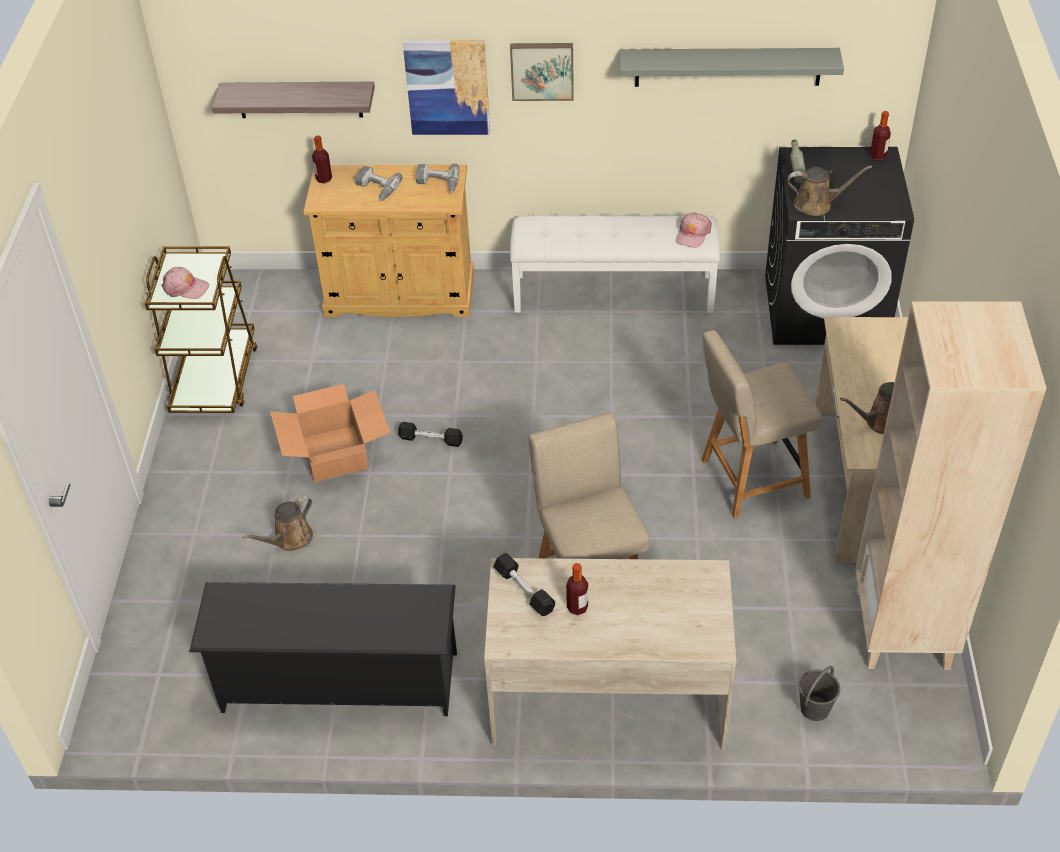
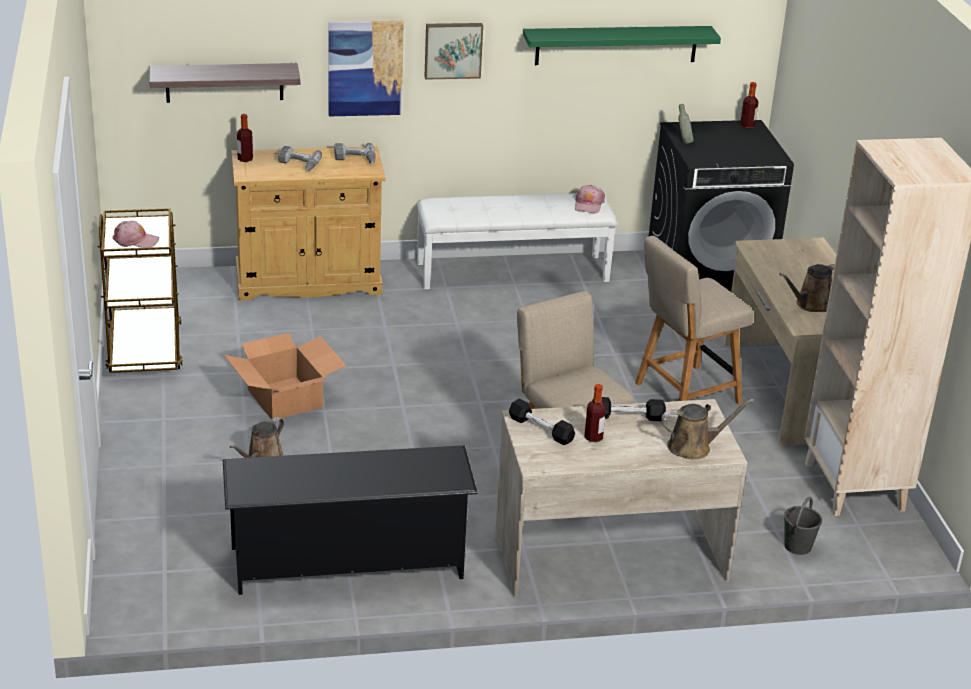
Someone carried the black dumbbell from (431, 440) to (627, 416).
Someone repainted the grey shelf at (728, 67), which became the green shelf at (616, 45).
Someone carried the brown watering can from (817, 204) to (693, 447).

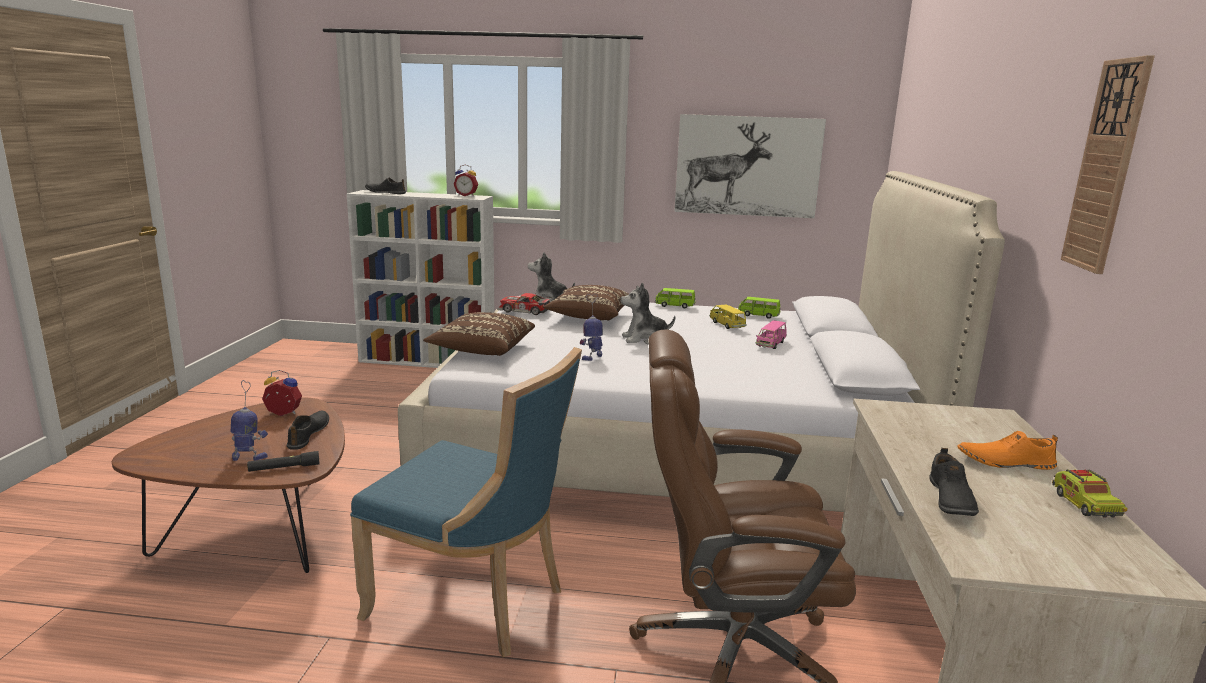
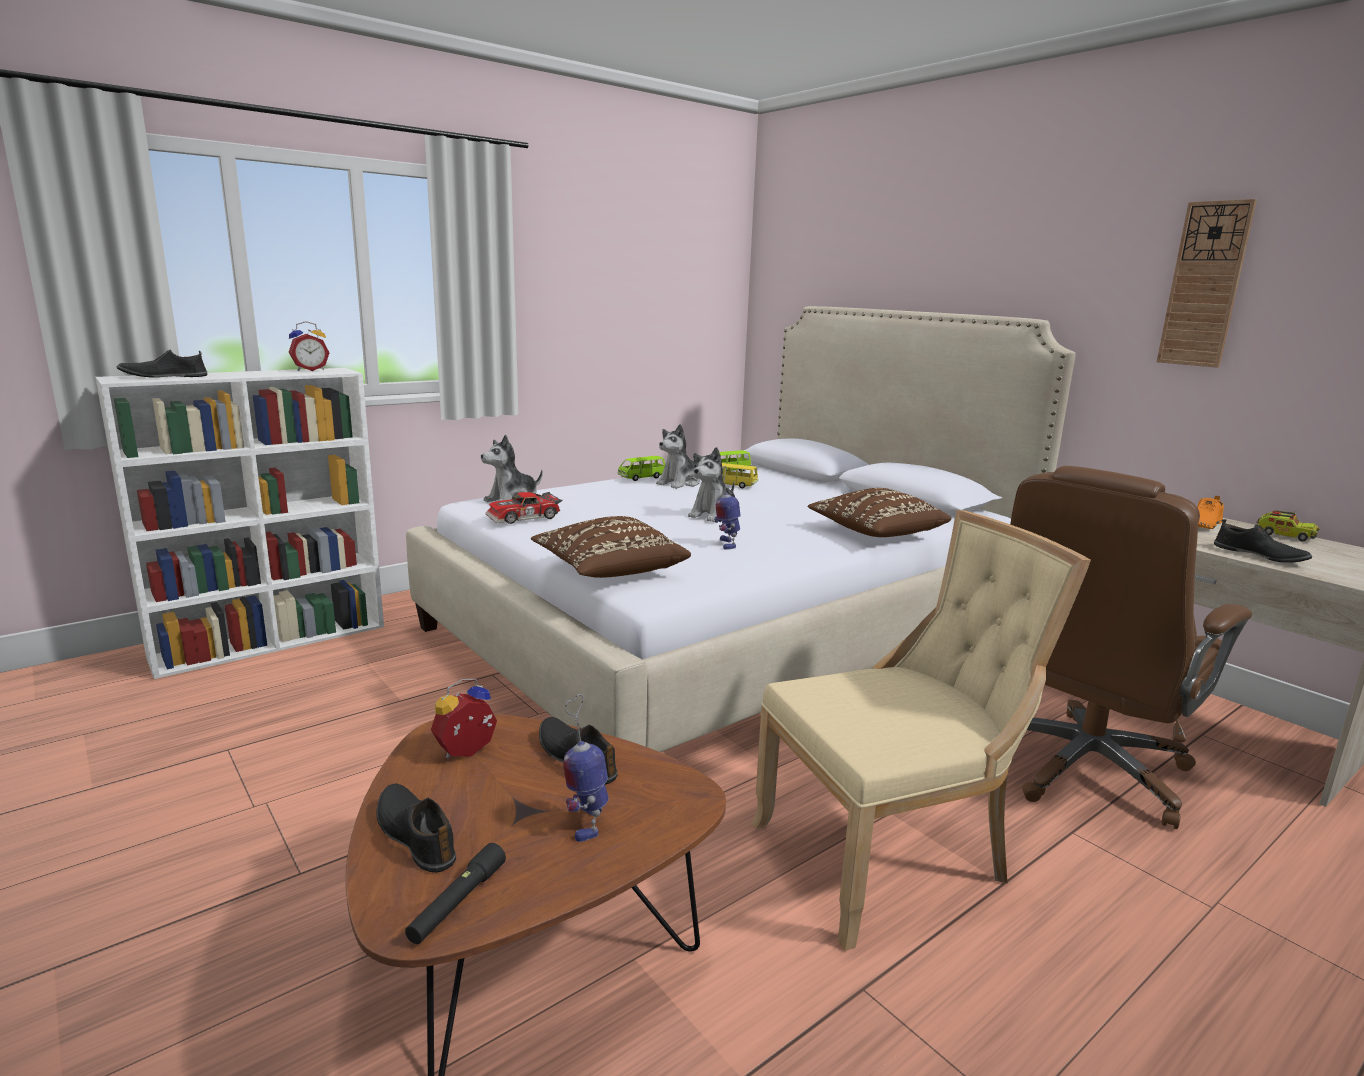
Someone rotated the toy robot at (249, 457) by 45 degrees counterclockwise.
Someone carried the black flashlight from (284, 468) to (457, 902).
Someone repainted the blue chair at (474, 602), which became the beige chair at (889, 856).
Someone carried the brown pillow from (588, 316) to (876, 533).
Someone took away the picture at (747, 166).
Someone took away the pink toy car at (770, 344).
Someone put down the black shoe at (416, 834).
Someone put down the plush toy at (680, 483).

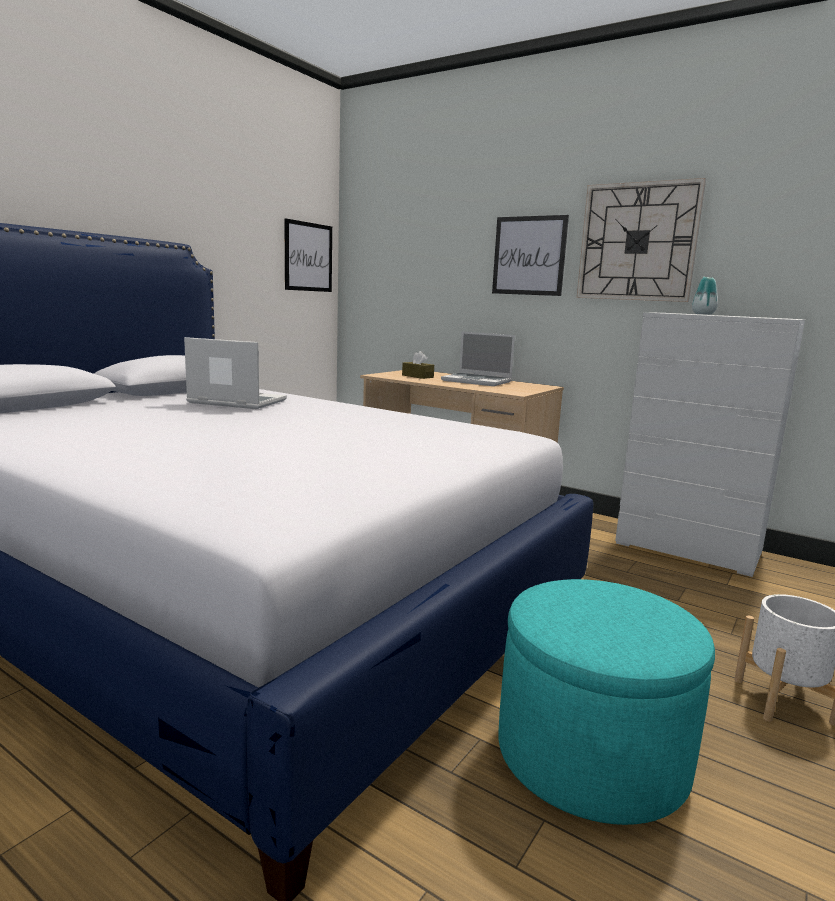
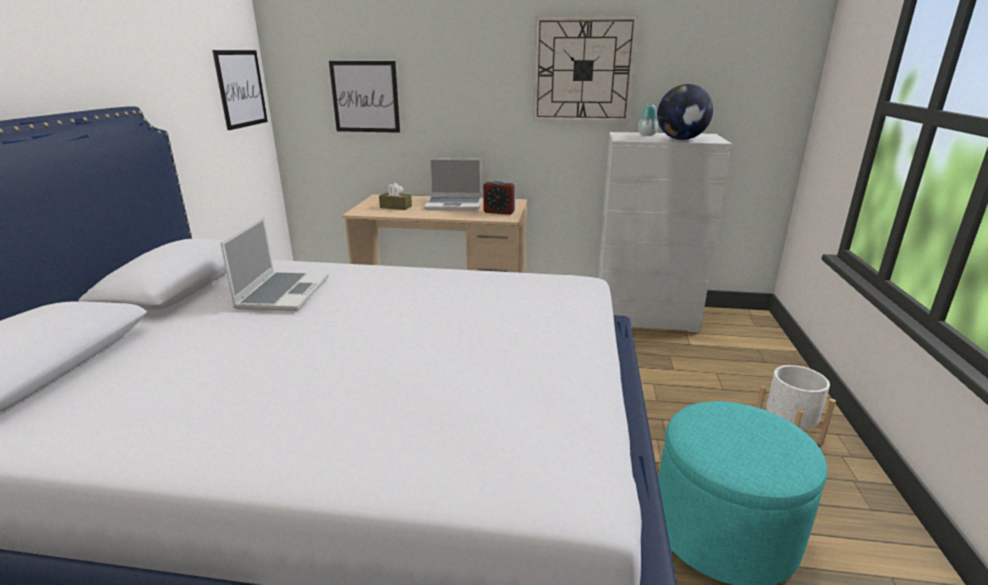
Someone rotated the laptop at (235, 402) by 105 degrees clockwise.
Someone carried the picture from (529, 256) to (365, 97).
Someone put down the alarm clock at (499, 212).
Someone put down the globe at (681, 139).

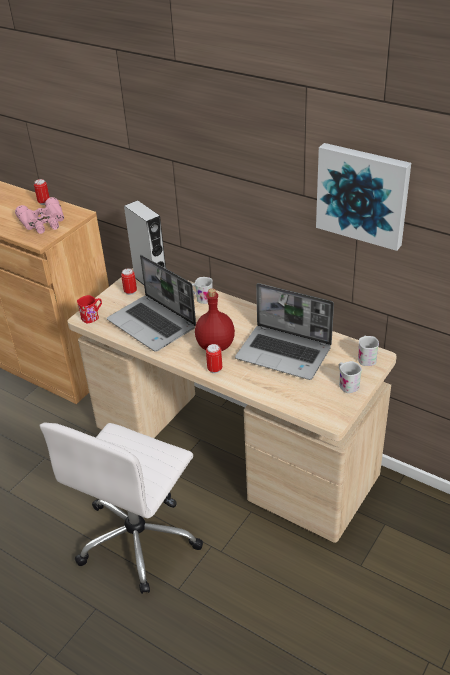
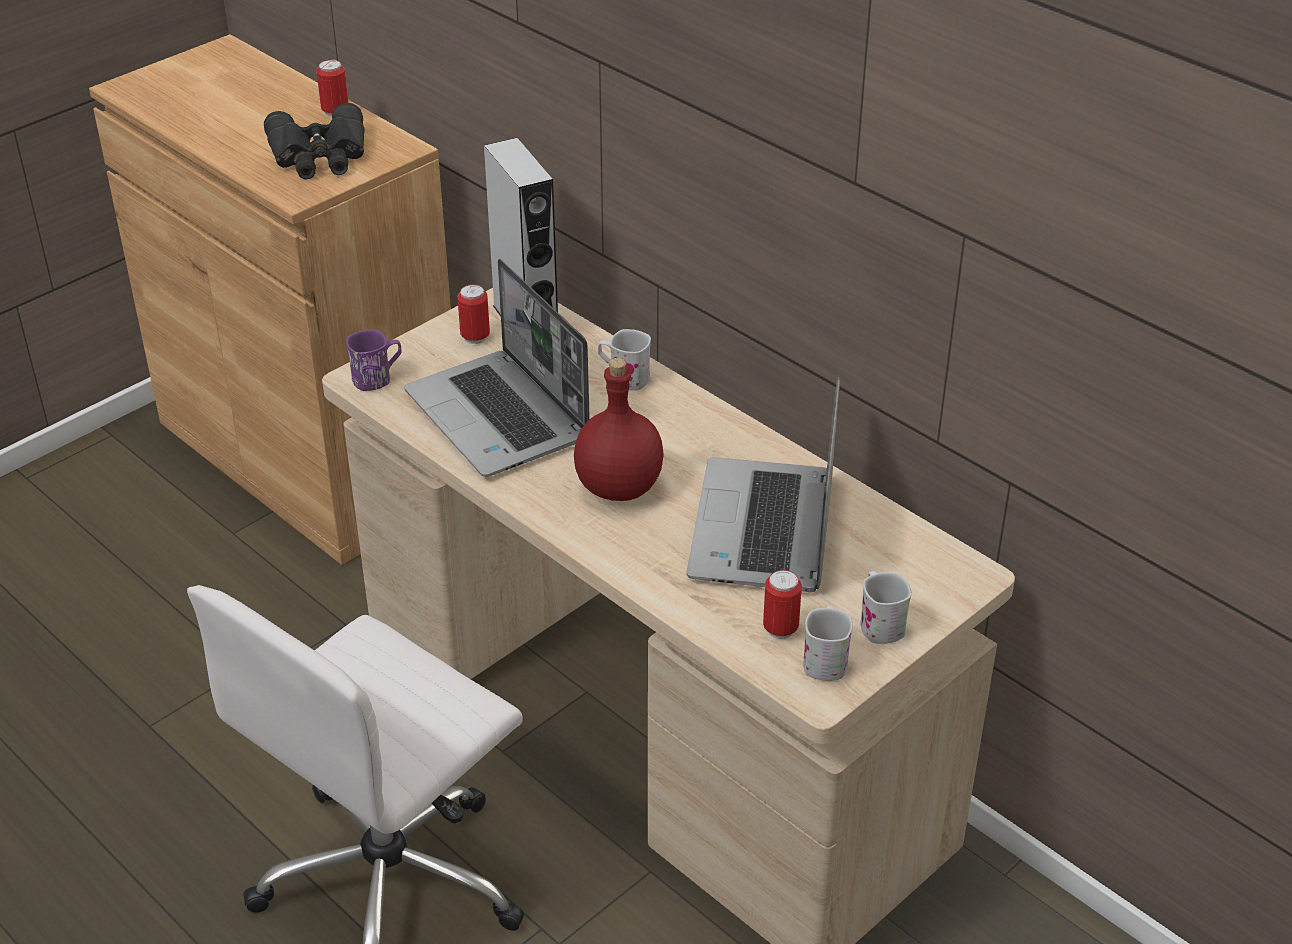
Someone repainted the pink binoculars at (43, 222), which became the black binoculars at (319, 156).
Someone repainted the red mug at (92, 316), which became the purple mug at (378, 378).
Someone carried the can from (214, 369) to (780, 629).
Someone rotated the laptop at (285, 353) by 60 degrees clockwise.
Someone took away the picture at (363, 194).
Someone carried the white mug from (366, 357) to (825, 659).

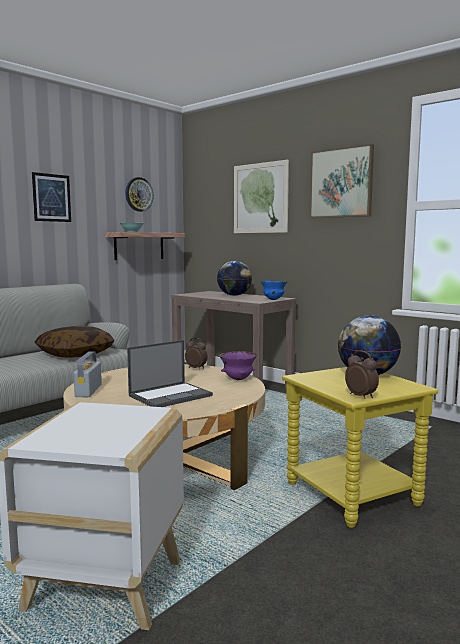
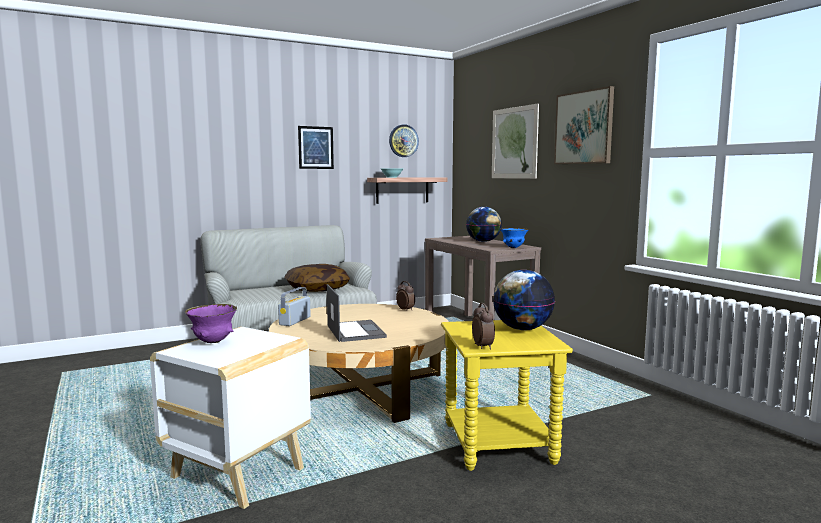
Someone rotated the laptop at (171, 395) by 90 degrees counterclockwise.
Someone carried the purple bowl from (238, 379) to (213, 342).

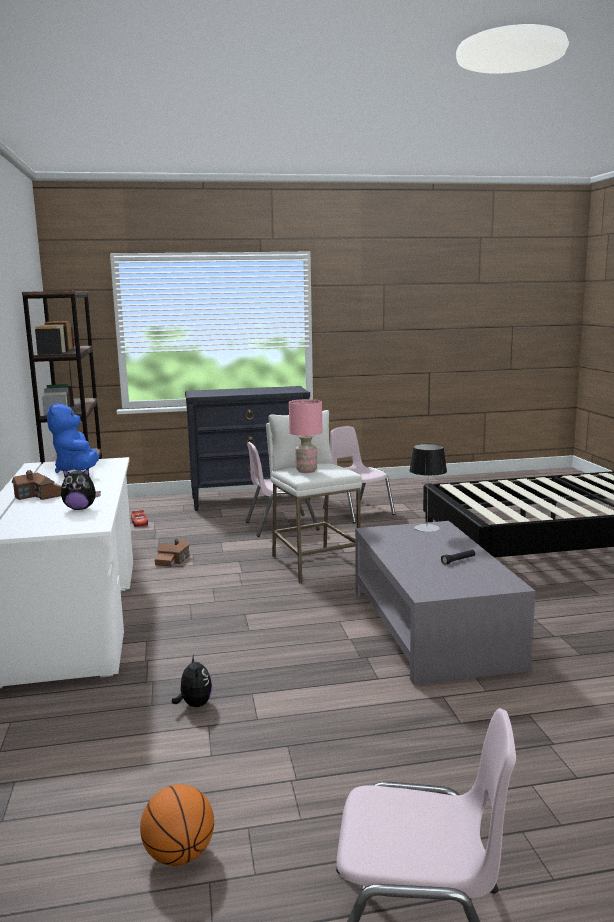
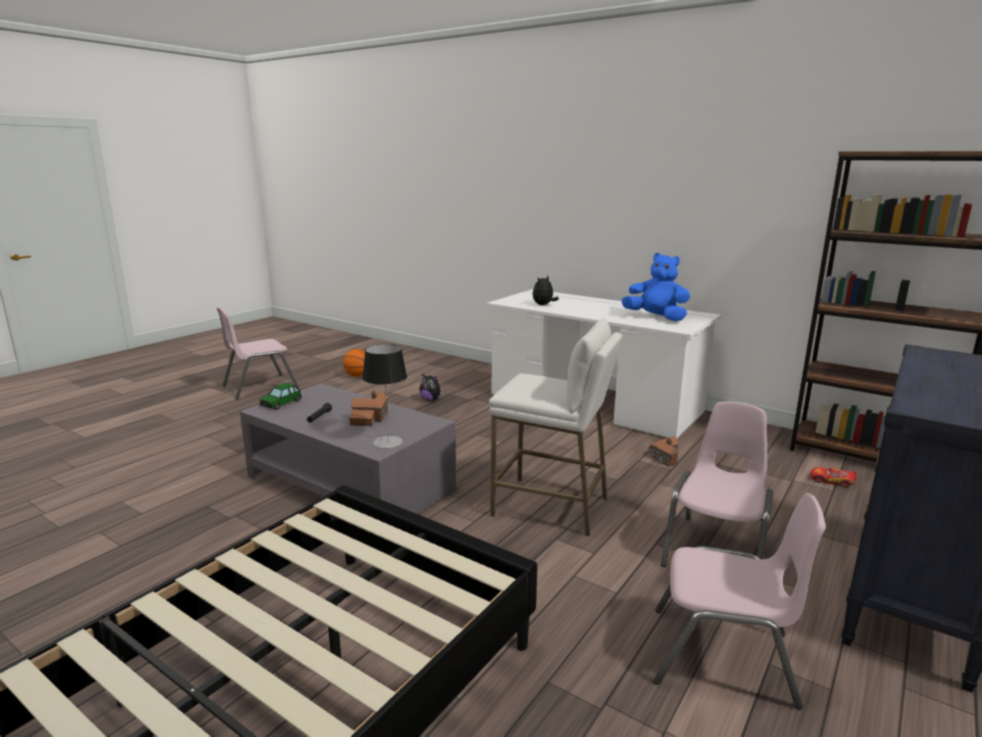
Someone carried the toy house from (40, 496) to (370, 418).
Someone took away the pink table lamp at (307, 471).
Someone put down the toy car at (281, 403).

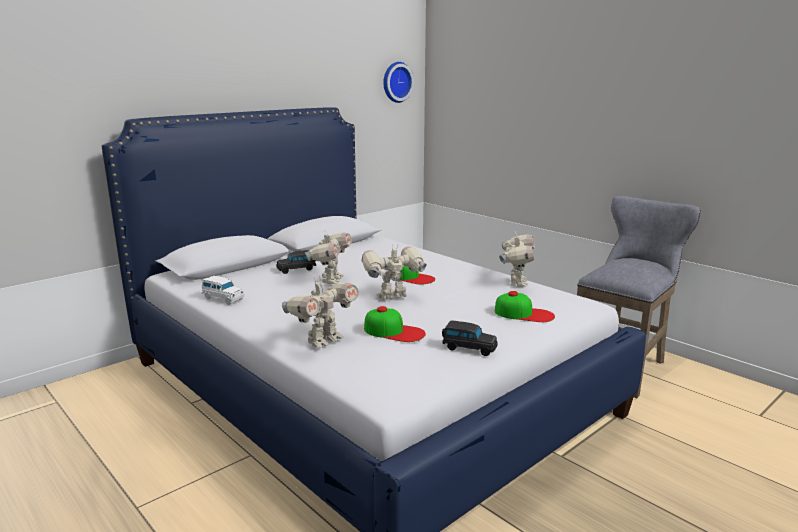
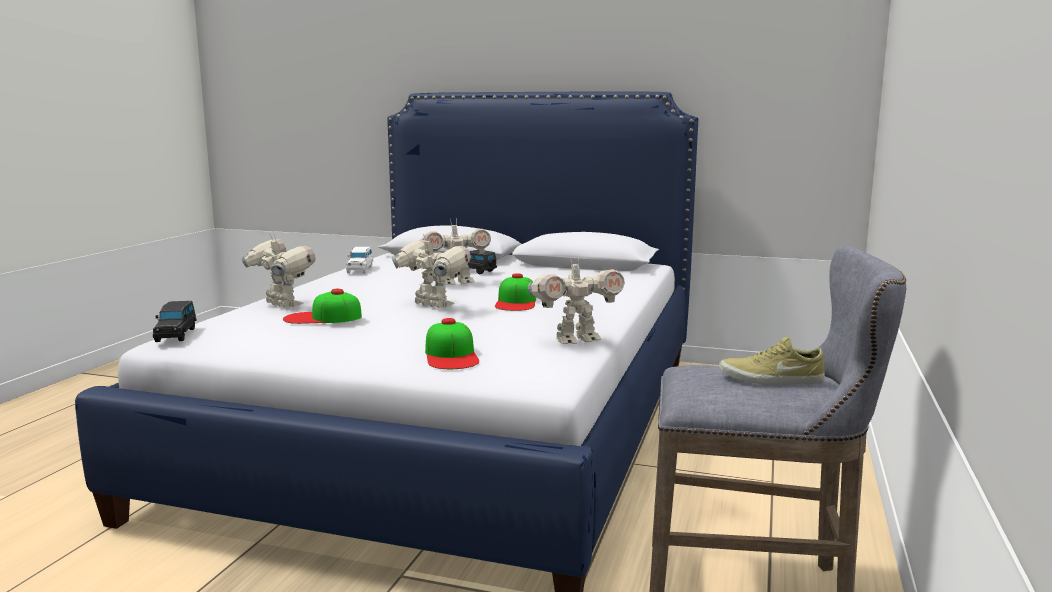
Someone rotated the toy robot at (323, 341) by 150 degrees counterclockwise.
Someone rotated the cap at (394, 331) by 90 degrees clockwise.
Someone took away the wall clock at (396, 82).
Someone carried the black toy car from (468, 348) to (176, 334).
Someone put down the beige shoe at (771, 379).

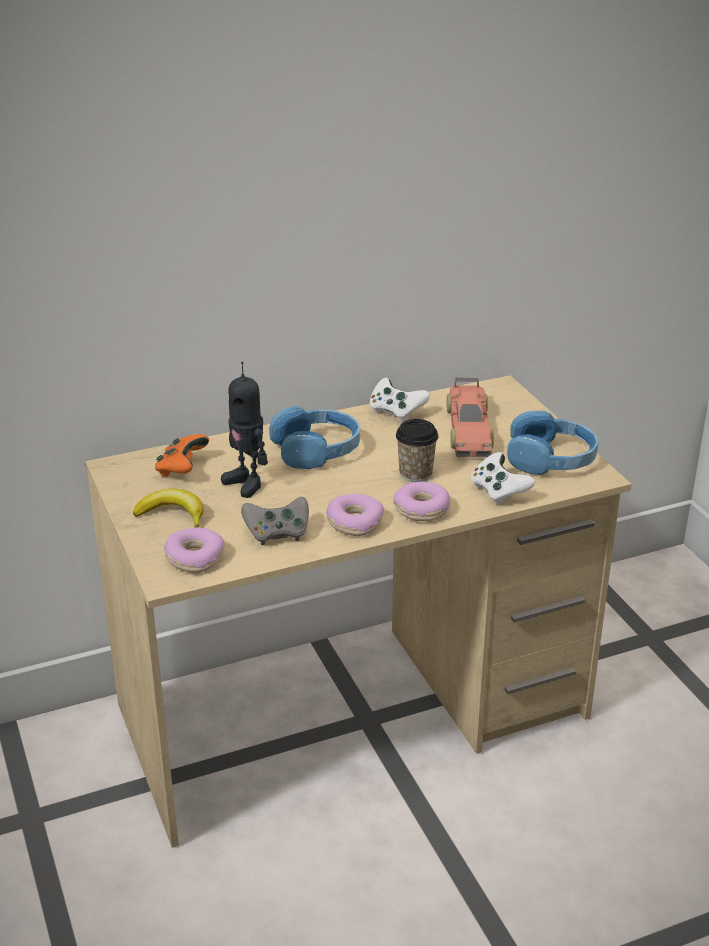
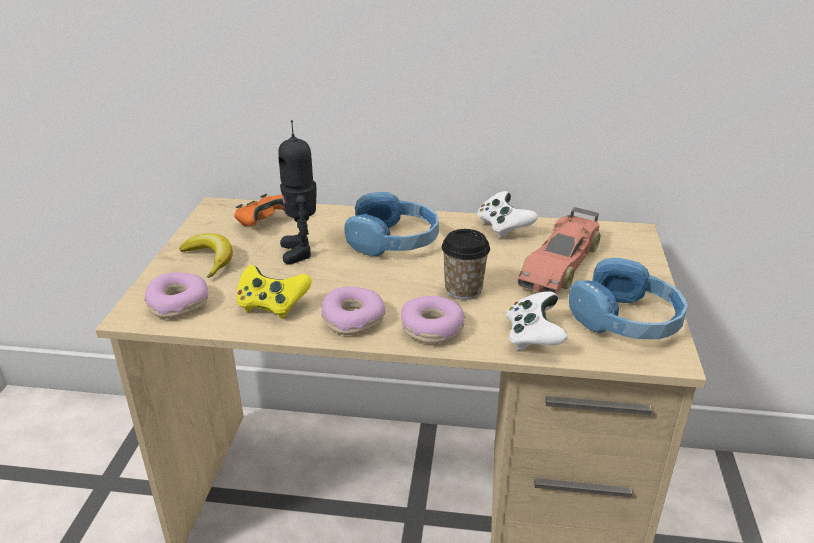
Someone repainted the grey game controller at (277, 534), which became the yellow game controller at (272, 306).

